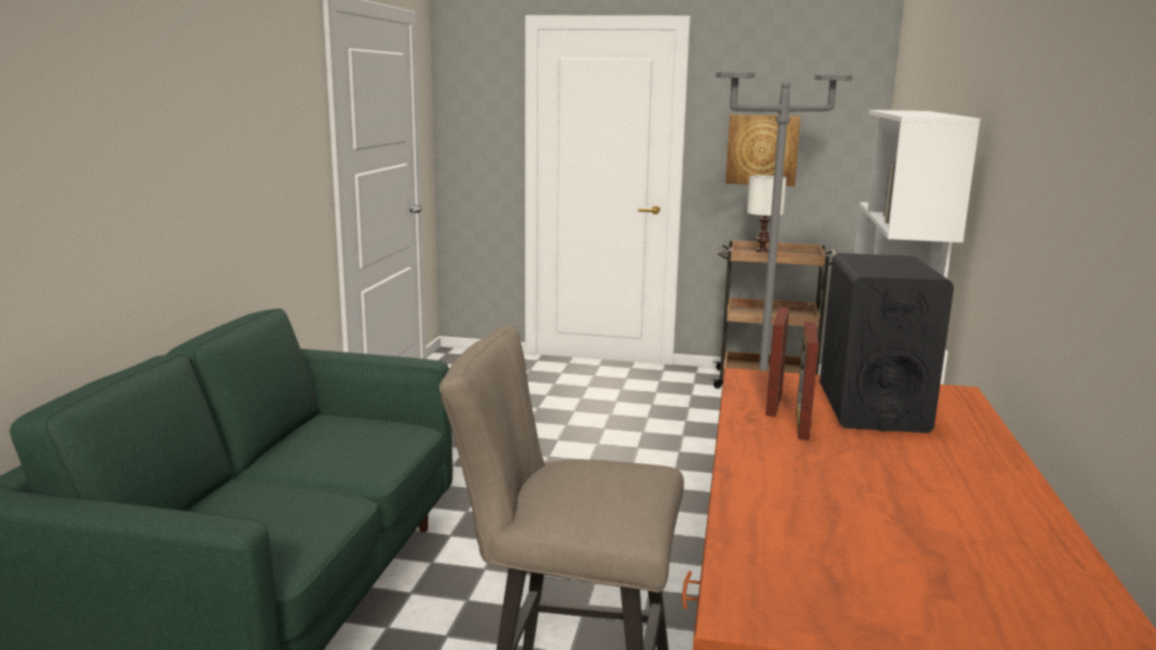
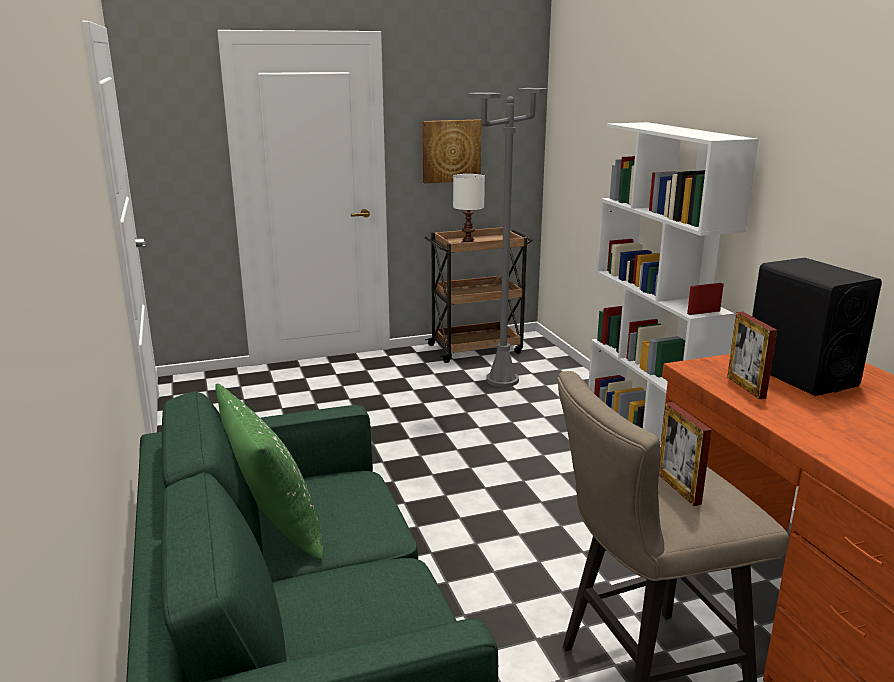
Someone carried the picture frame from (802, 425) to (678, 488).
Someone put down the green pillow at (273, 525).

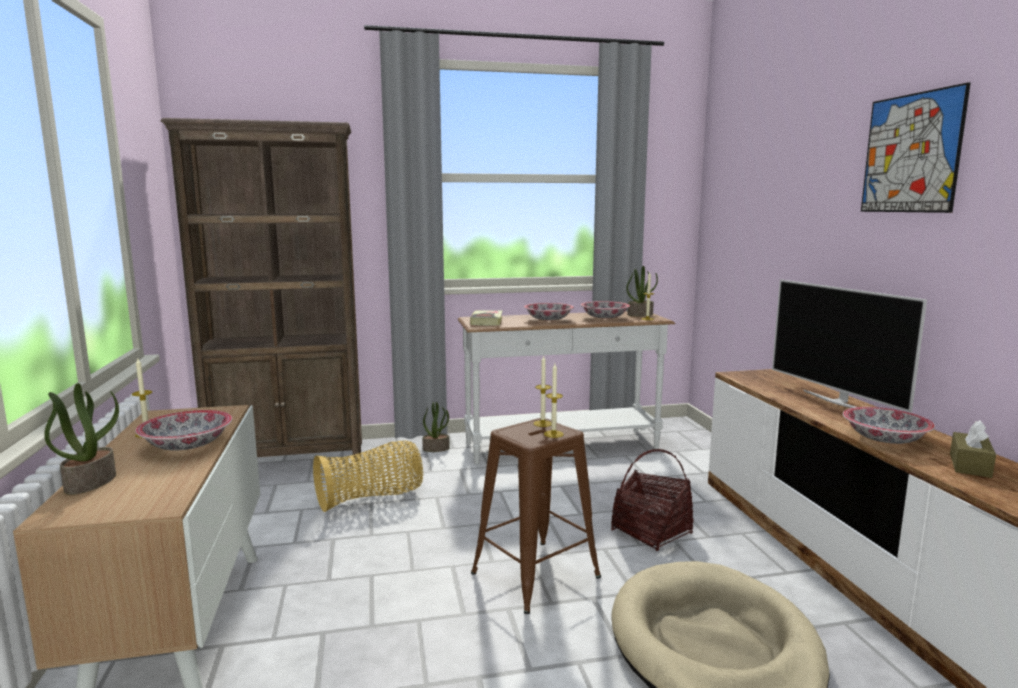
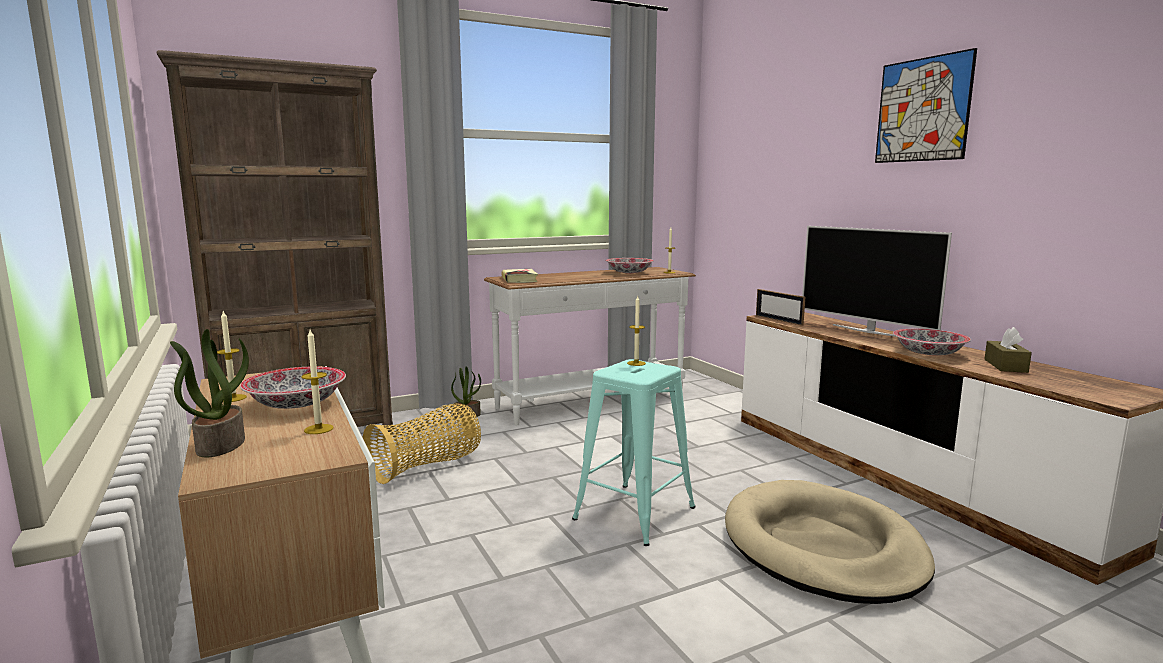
Someone repainted the brown stool at (535, 575), which became the turquoise stool at (634, 513).
Someone took away the bowl at (549, 320).
Someone carried the candle from (553, 434) to (318, 429).
Someone took away the basket at (652, 532).
Someone took away the potted plant at (640, 314).
Someone put down the picture frame at (778, 320).

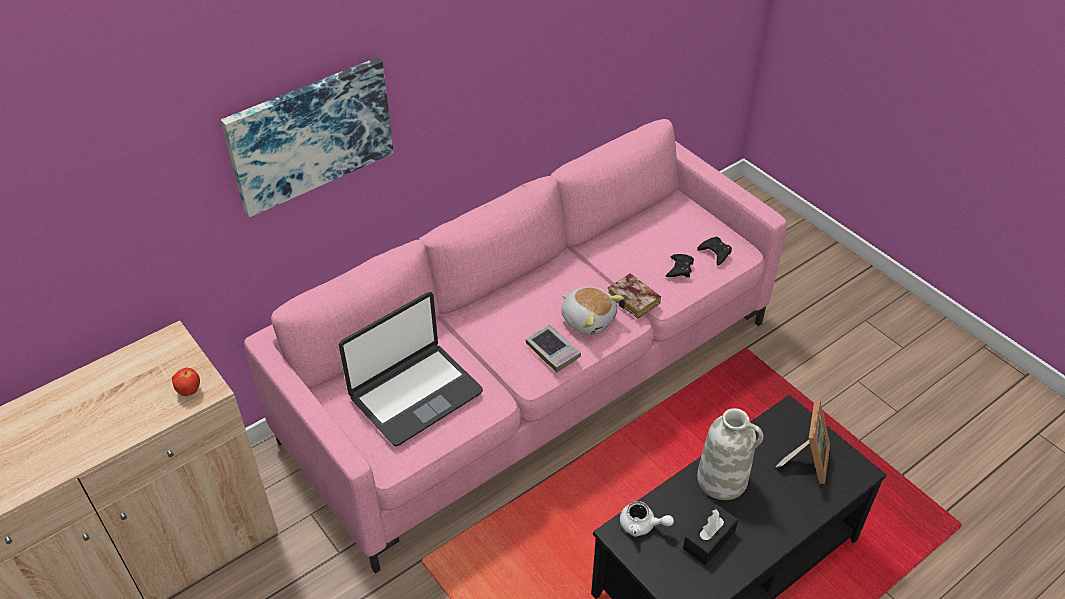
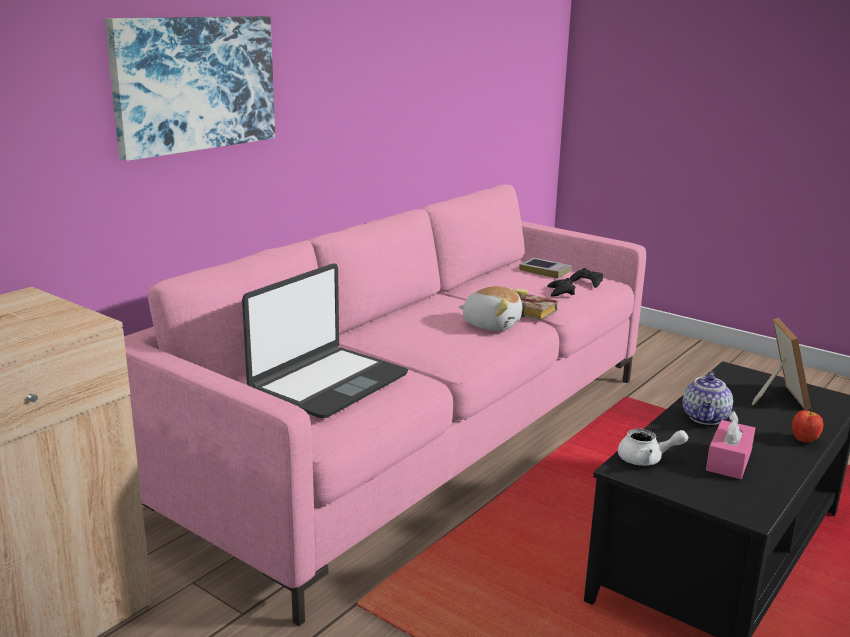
Someone carried the apple from (189, 391) to (803, 440).
Someone carried the book from (553, 351) to (545, 271).
Someone repainted the black tissue box at (709, 540), which became the pink tissue box at (729, 461).
Someone swapped the white vase at (723, 479) for the teapot at (706, 418).

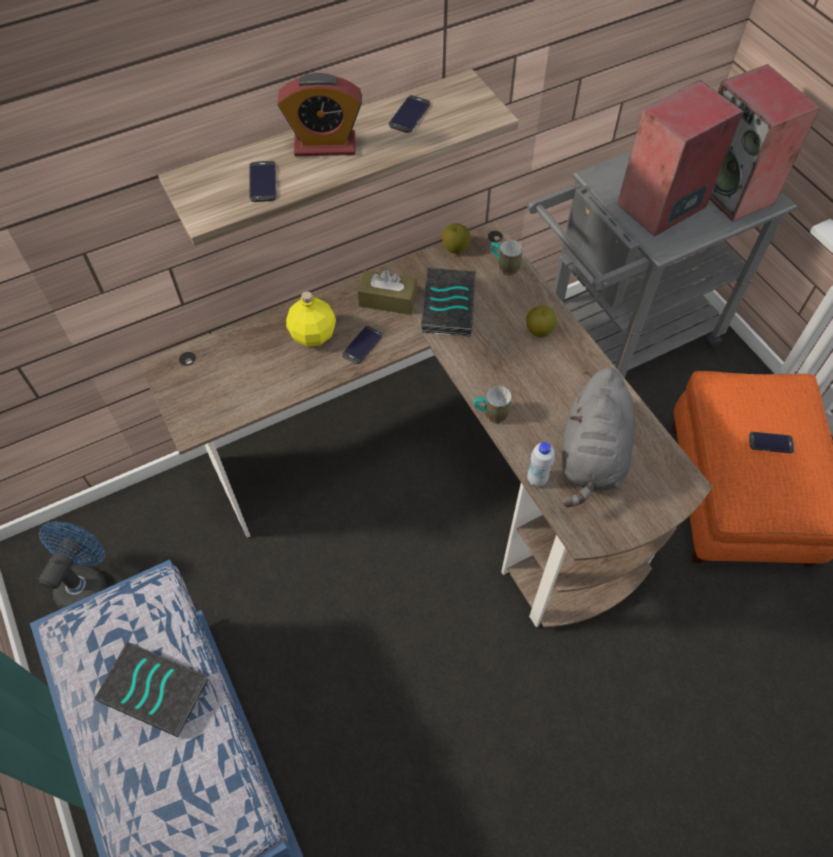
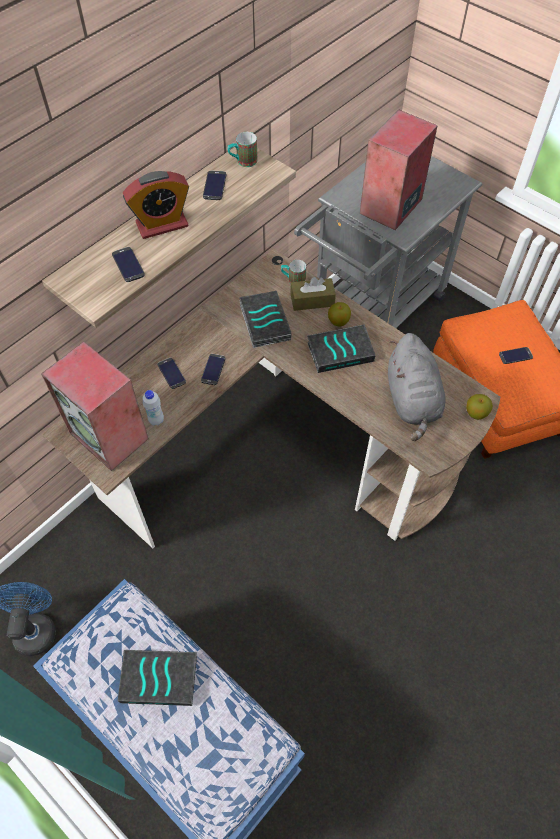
Someone swapped the yellow bottle at (312, 335) for the phone at (171, 373).
Someone carried the brown tissue box from (387, 300) to (312, 300).
Someone carried the apple from (455, 248) to (476, 413).
Someone carried the mug from (490, 414) to (242, 162).
Someone carried the white bottle from (537, 479) to (156, 420).
Someone carried the speaker from (732, 191) to (110, 435).
Someone put down the book at (340, 351).

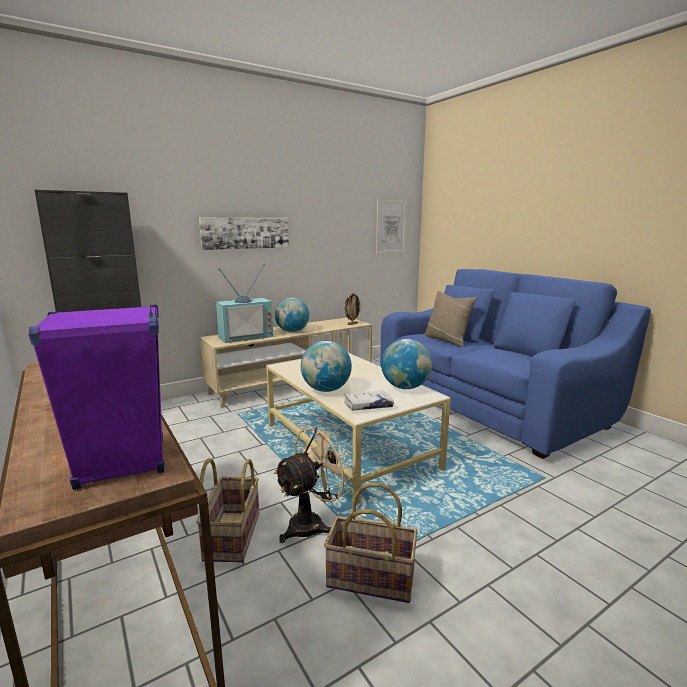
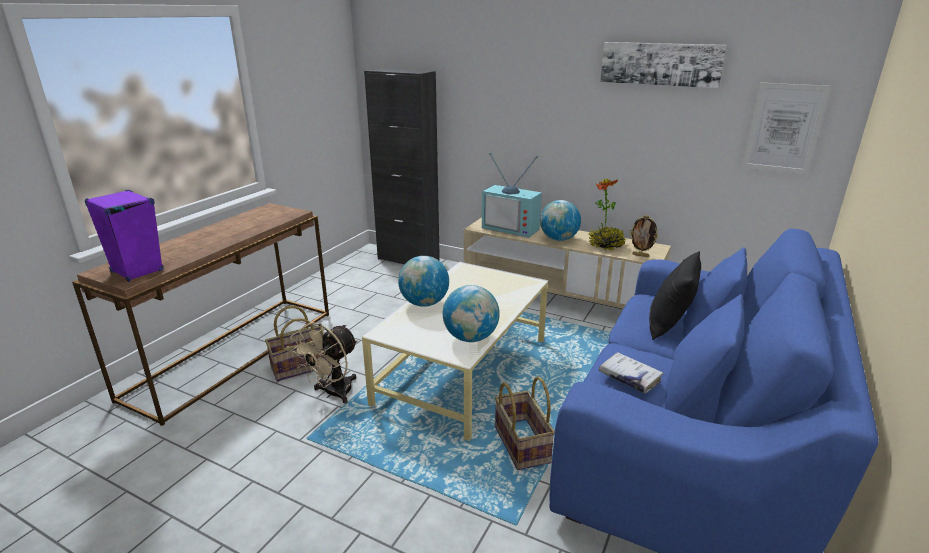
Someone carried the picture from (245, 233) to (660, 64).
Someone rotated the beige fan at (313, 523) by 105 degrees clockwise.
Someone carried the basket from (370, 579) to (520, 444).
Someone carried the white book from (368, 406) to (629, 378).
Someone repainted the beige pillow at (447, 340), which became the black pillow at (668, 324).
Someone put down the potted plant at (606, 245).

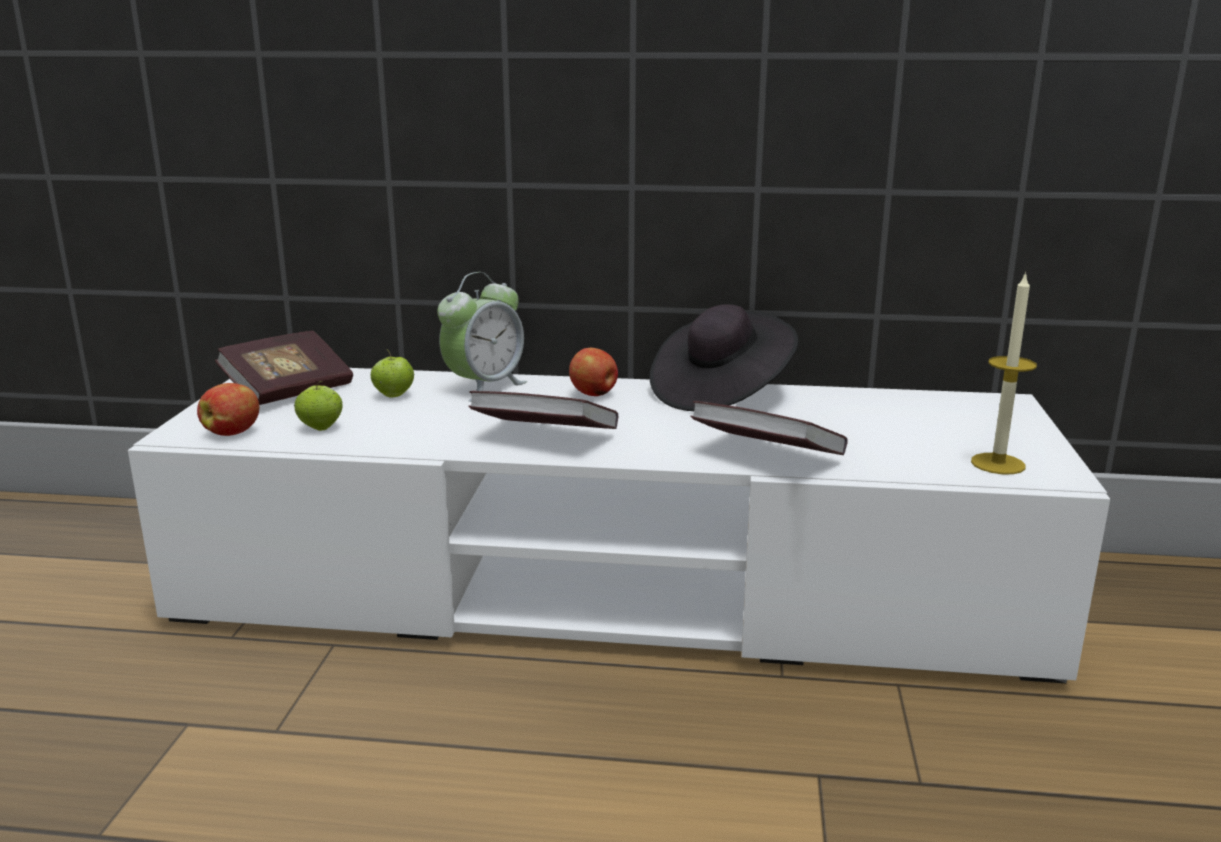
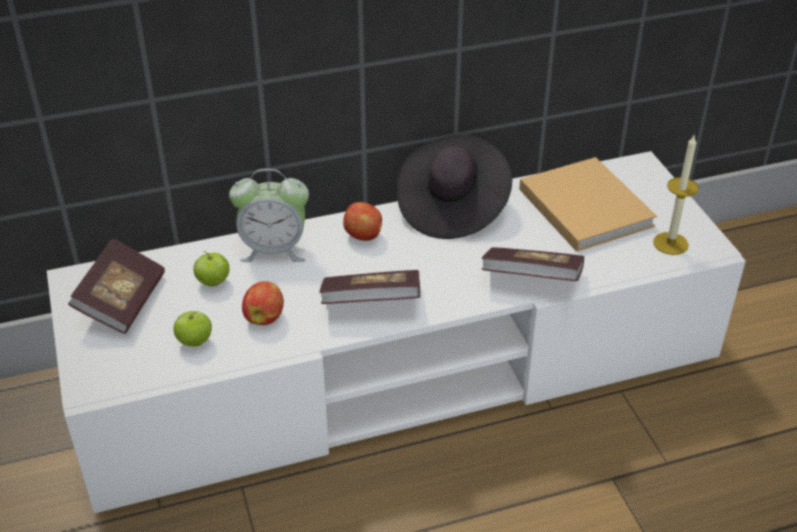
Someone carried the apple from (233, 433) to (264, 317).
Someone rotated the alarm clock at (484, 387) by 75 degrees clockwise.
Someone put down the beige book at (583, 205).

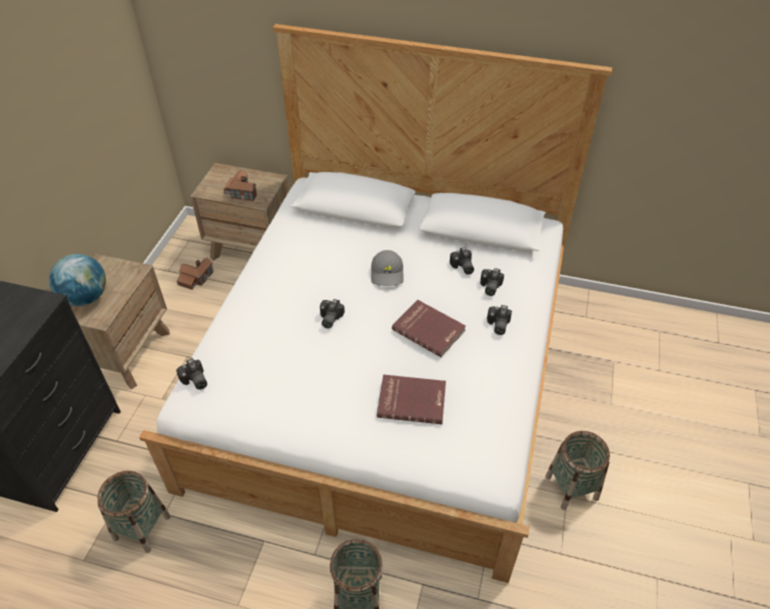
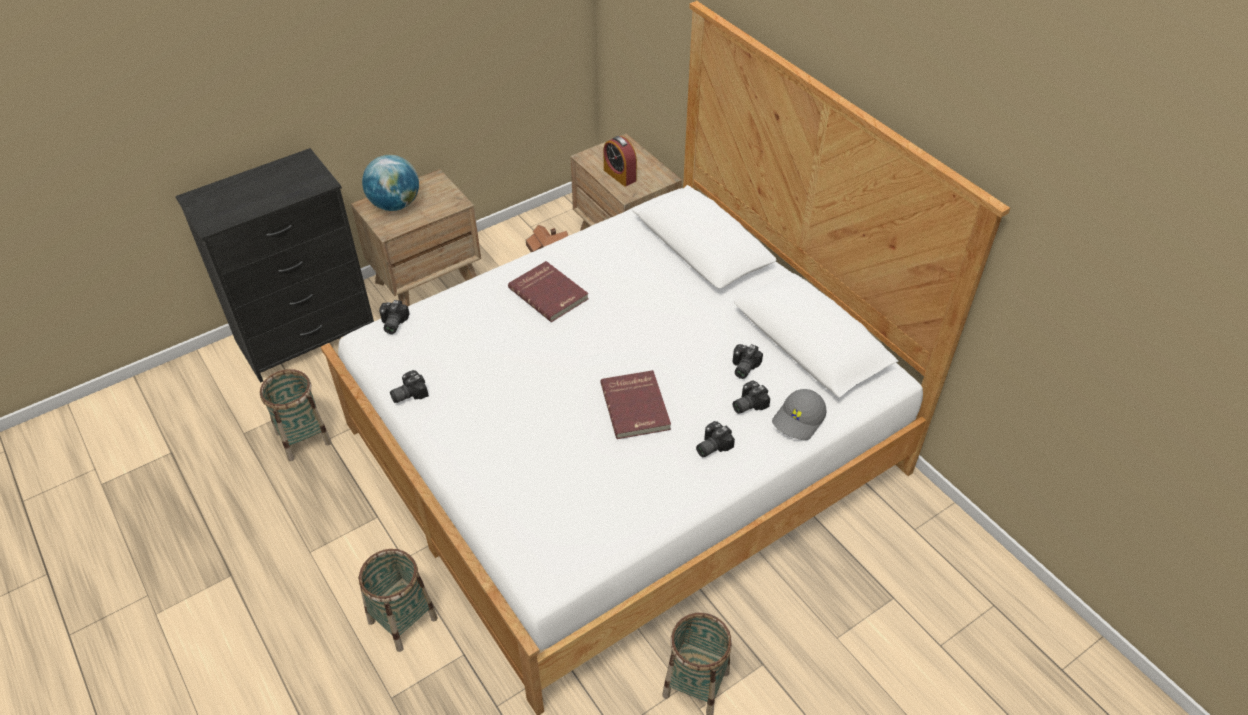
Someone swapped the toy house at (241, 192) for the alarm clock at (620, 175).
Someone carried the photo camera from (329, 319) to (408, 393).
Someone carried the grey cap from (388, 274) to (799, 420).
Someone carried the red book from (412, 400) to (549, 293).

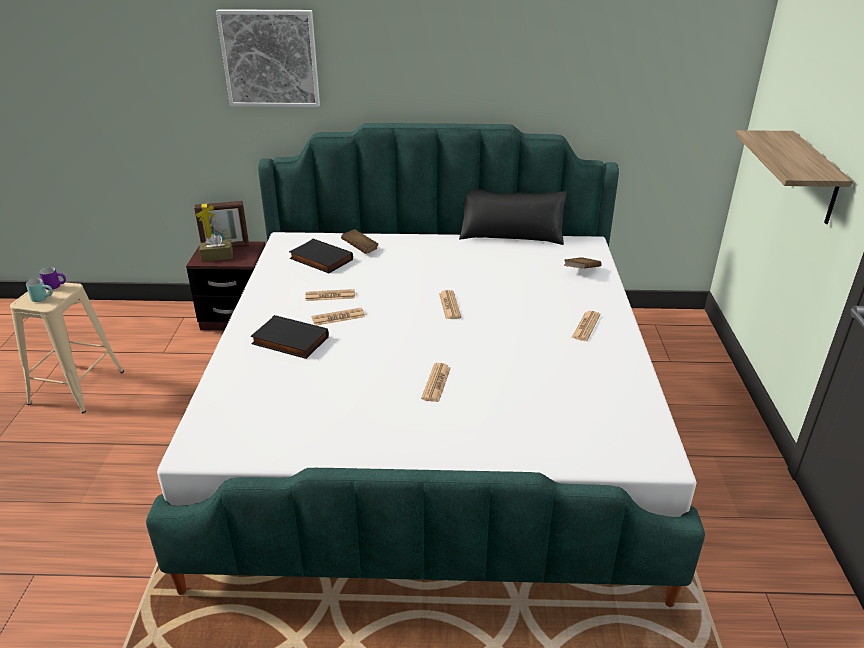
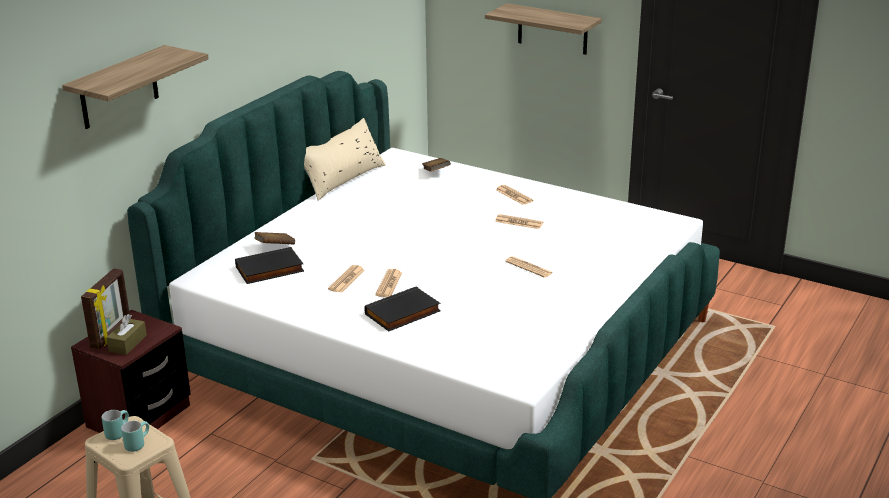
Someone repainted the purple mug at (56, 286), which became the turquoise mug at (117, 432).
Someone swapped the picture at (270, 58) for the shelf at (119, 88).
Someone carried the newspaper from (449, 305) to (519, 222).
Someone repainted the black pillow at (511, 236), which became the beige pillow at (342, 179).

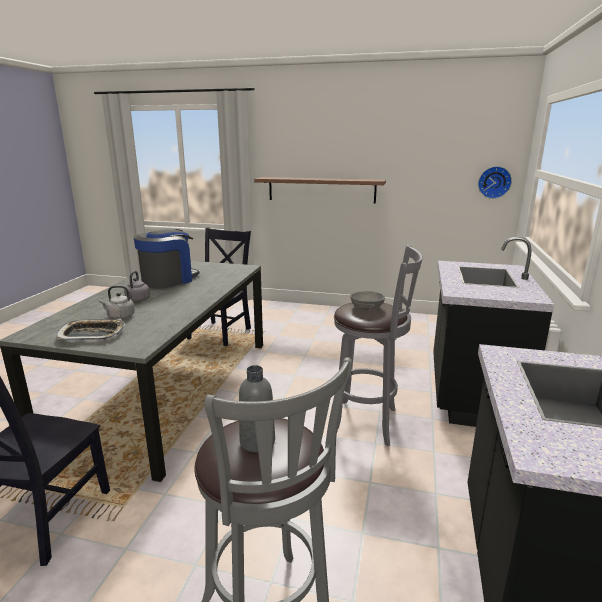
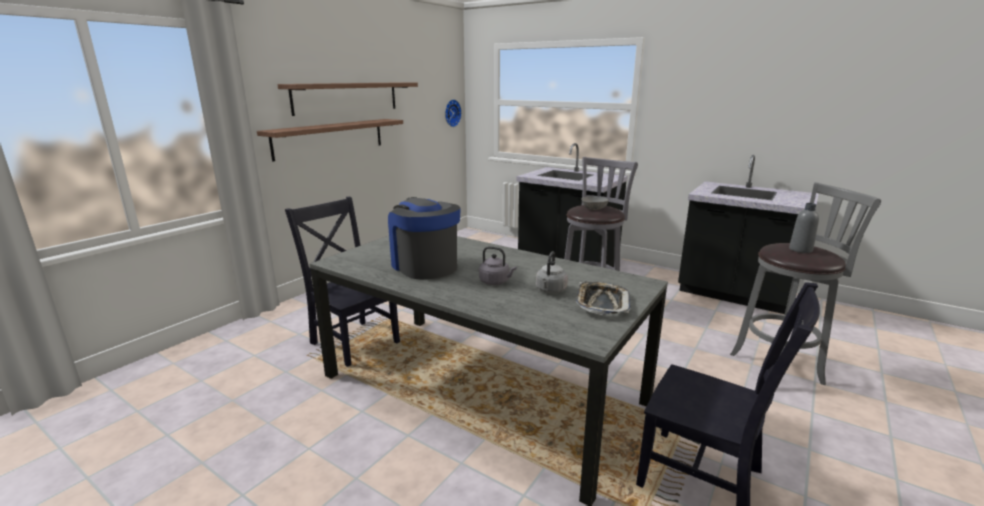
Someone put up the shelf at (347, 97).

